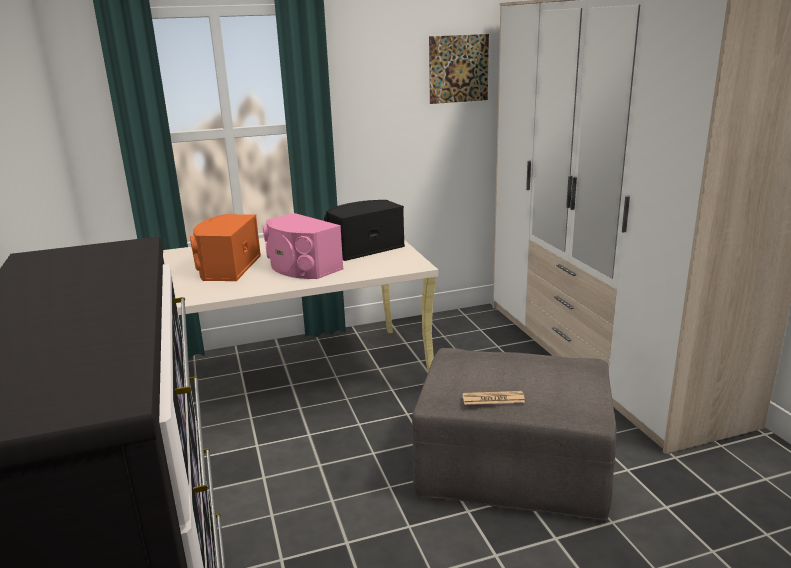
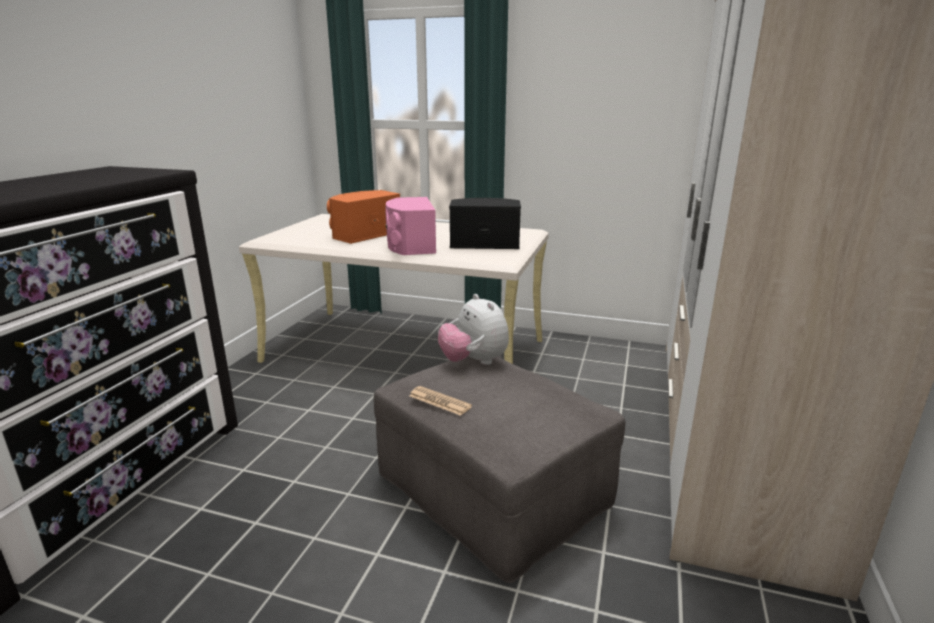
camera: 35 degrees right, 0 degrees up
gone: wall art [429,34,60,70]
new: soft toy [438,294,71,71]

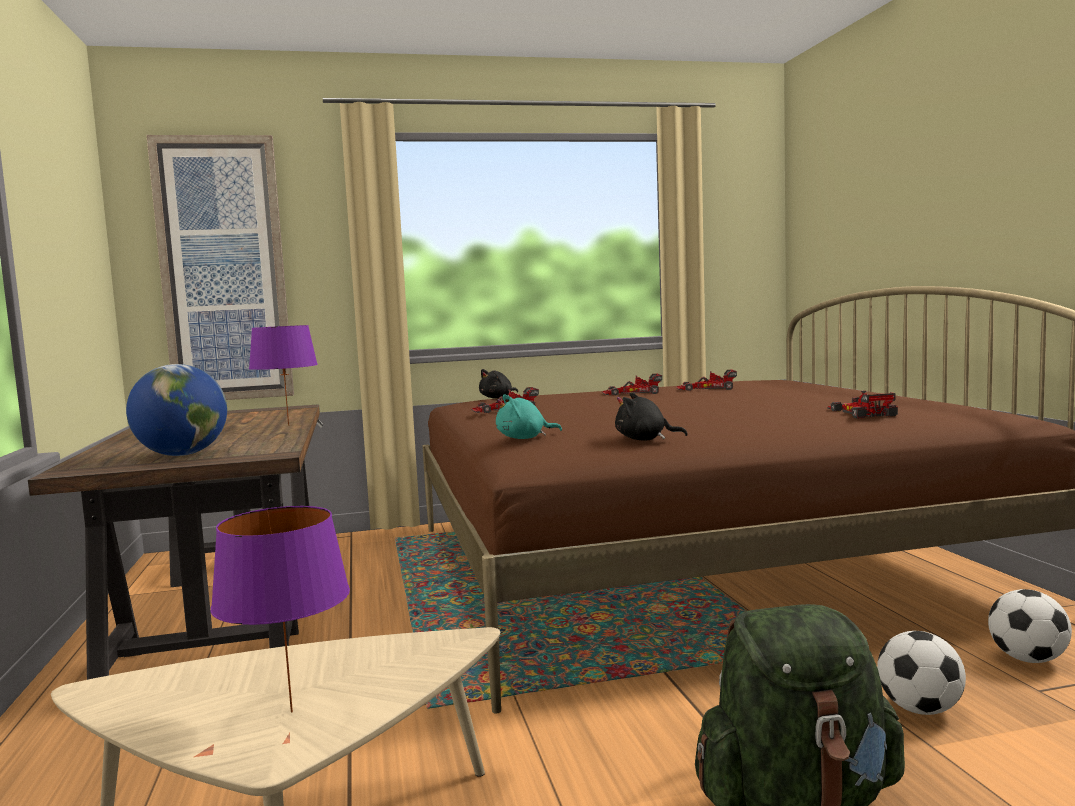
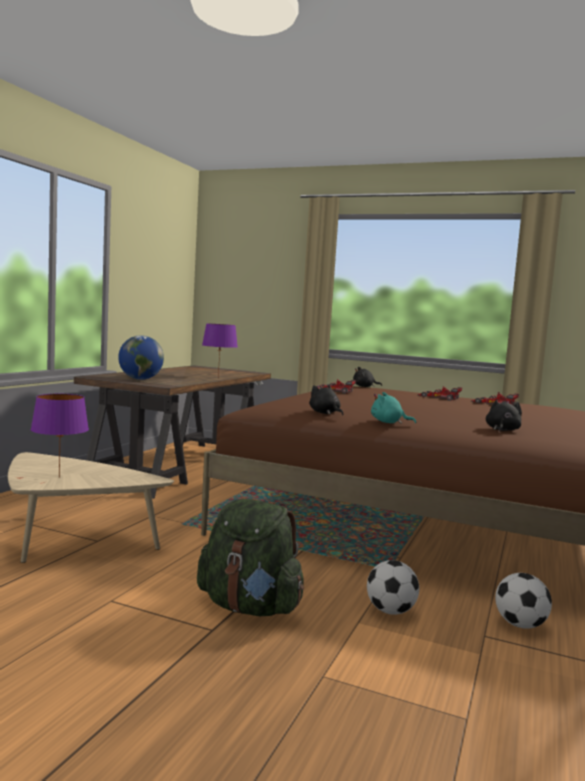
camera: 35 degrees right, 0 degrees up
gone: wall art [146,135,148,265]
shifted: soft toy (turquoise) [496,395,66,44] to [371,392,45,32]
swapped: miniature car [827,391,71,27] to soft toy (black) [486,399,36,32]

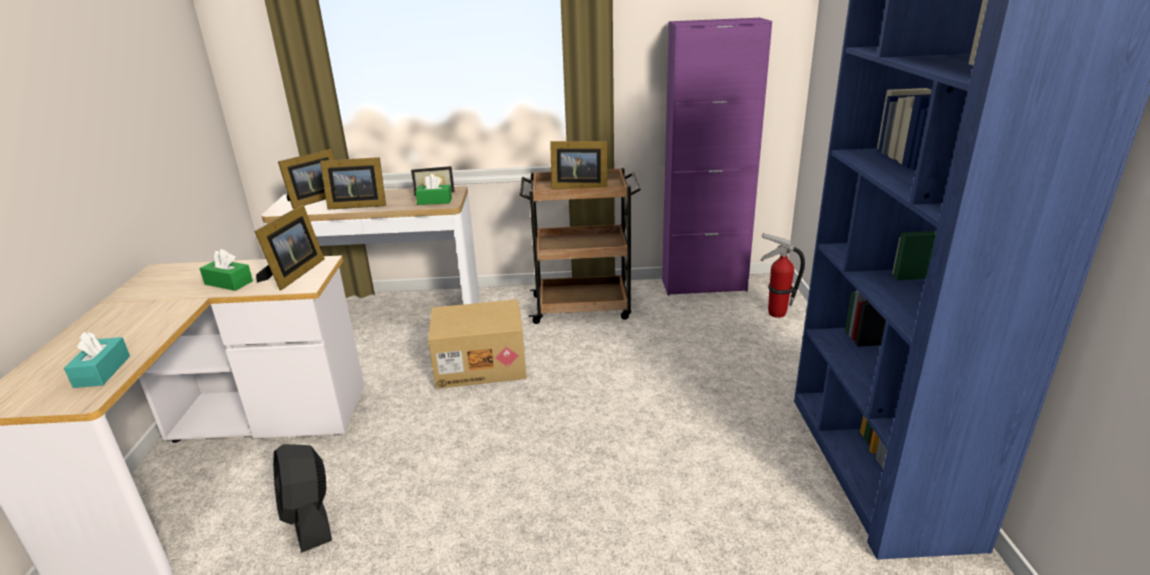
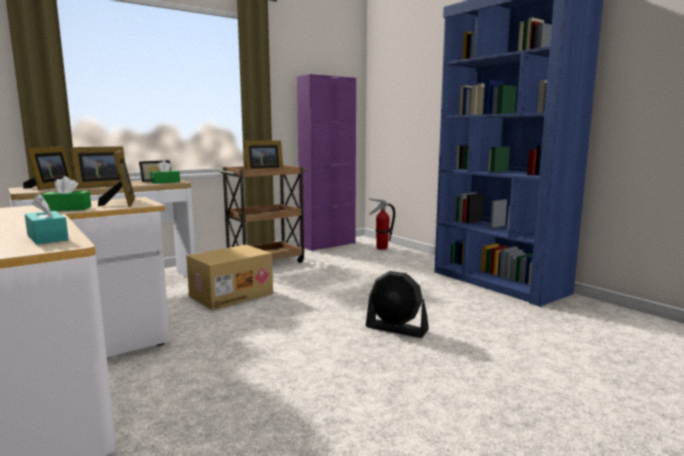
camera: 35 degrees left, 15 degrees down
shifted: cooling fan (black) [273,444,59,109] to [366,271,63,67]

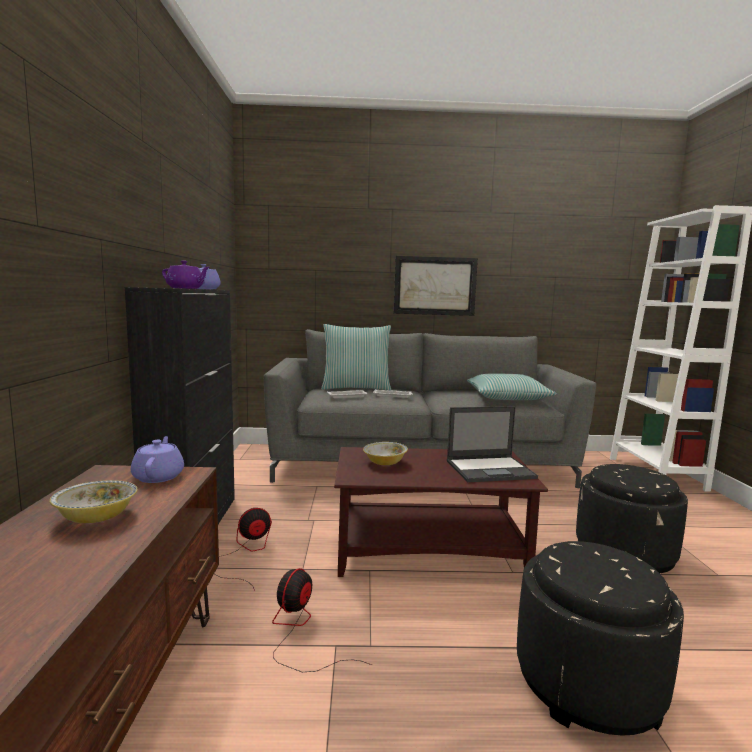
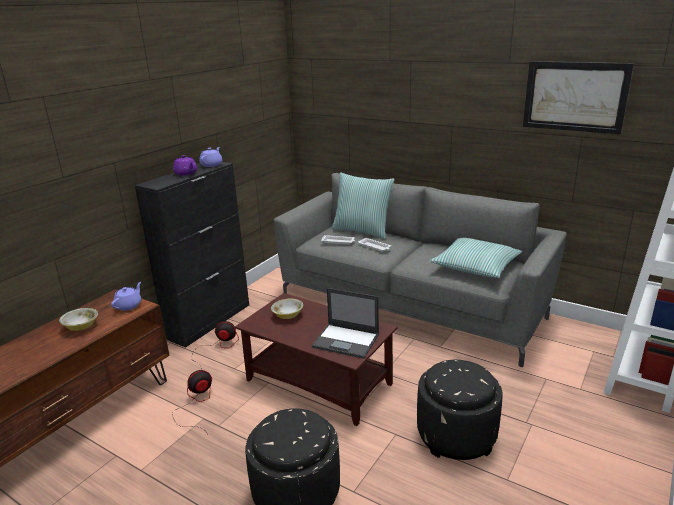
camera: 35 degrees right, 15 degrees up
shifted: wall art [394,256,84,60] to [523,61,111,73]

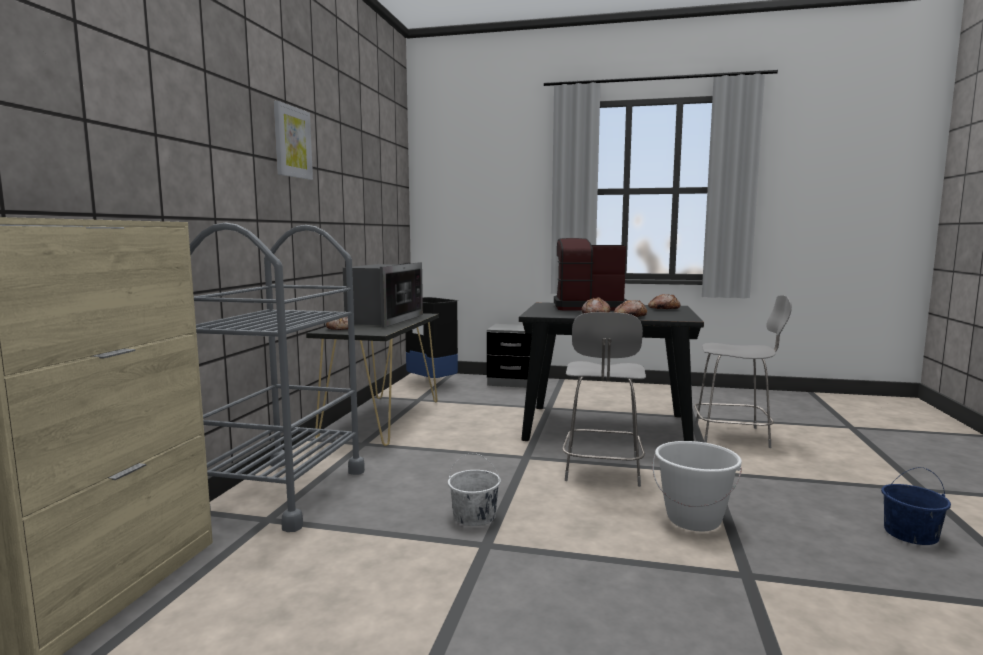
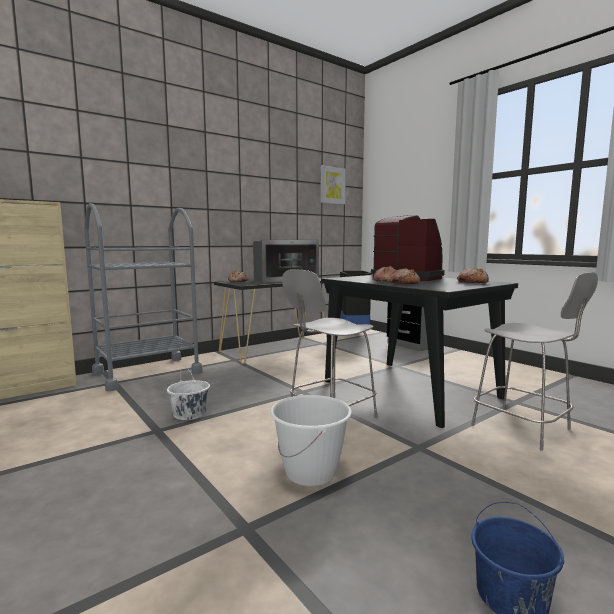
camera: 40 degrees right, 0 degrees up
shifted: wall art [273,101,40,79] to [321,165,25,39]

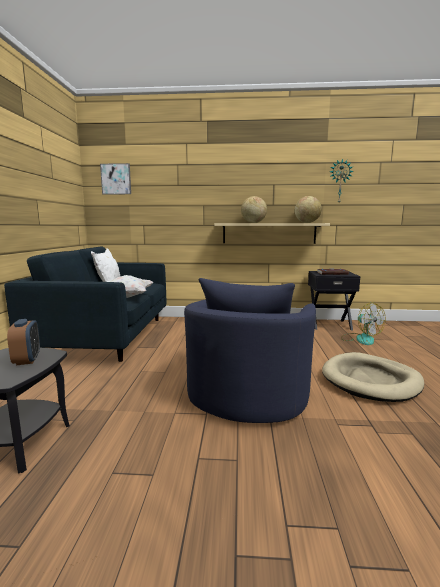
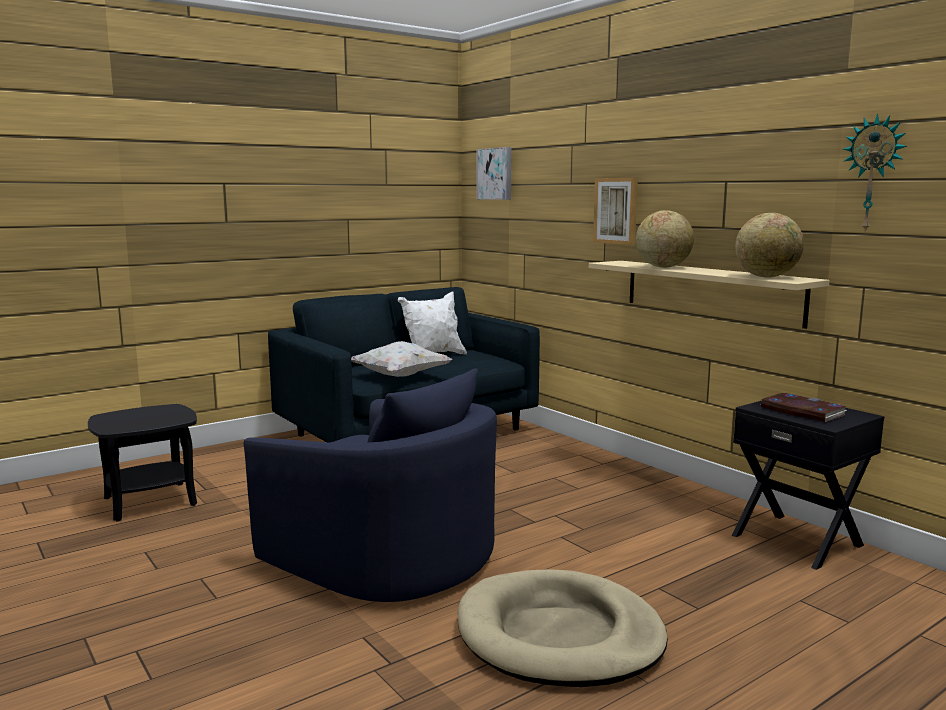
camera: 50 degrees right, 0 degrees up
gone: table clock [7,319,33,46]; cooling fan [341,303,45,42]
new: wall art [593,178,45,67]
rotated: lounge chair (bluish) [184,278,132,145] = [244,369,253,233] 120 degrees counterclockwise

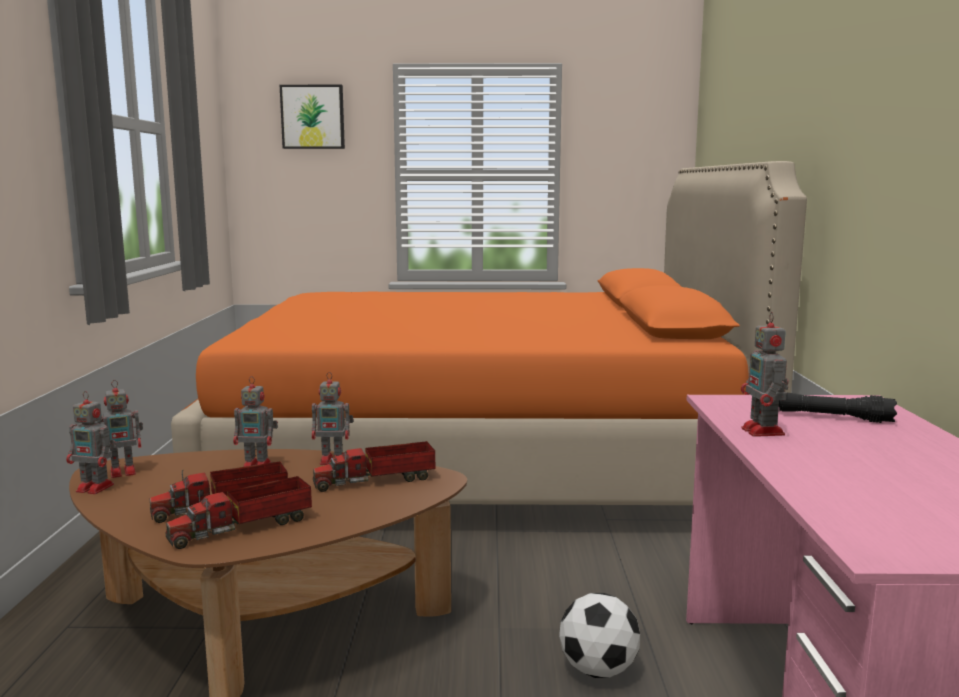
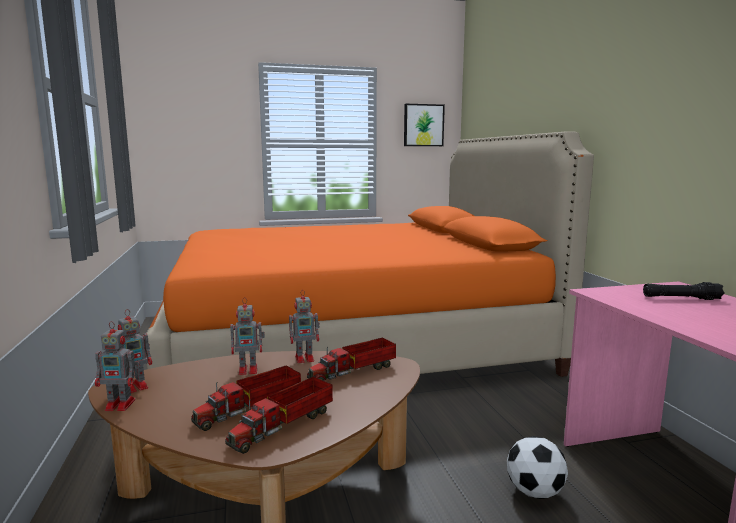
camera: 15 degrees left, 0 degrees up
gone: model robot [741,312,48,125]
shifted: wall art [280,85,65,64] to [404,104,41,42]

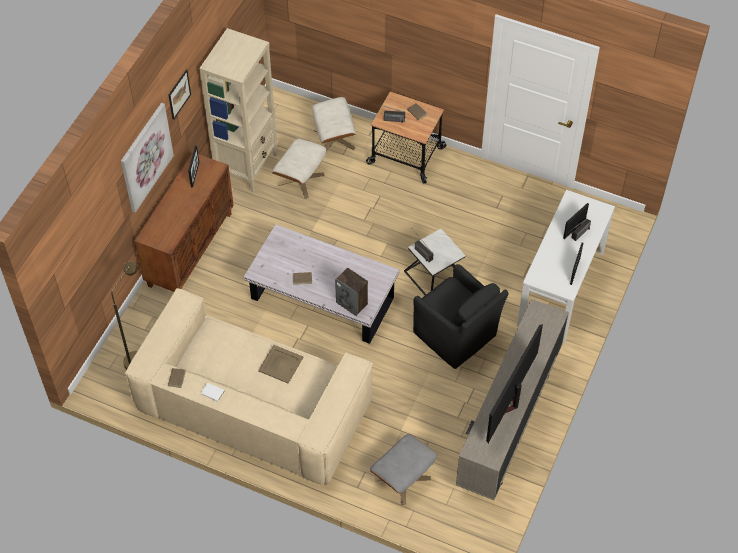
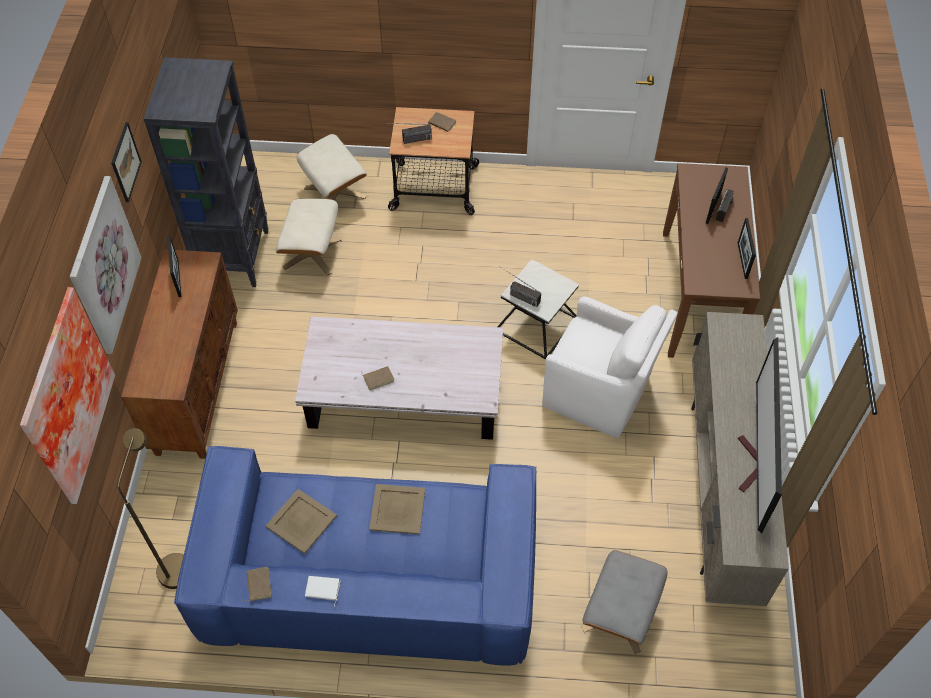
camera: 20 degrees left, 0 degrees up
gone: speaker [335,268,33,48]
new: wall art [20,287,95,217]; serving tray (beige-coloured) [266,489,71,65]
repainted: bookshelf (beige-coloured) [199,28,78,164] to bookshelf (black) [144,57,124,230]; sofa (beige-coloured) [125,288,248,197] to sofa (bluish) [174,446,362,220]; lounge chair (black) [413,264,96,105] to lounge chair (white-coloured) [542,297,136,141]; hall table (white-coloured) [517,190,98,153] to hall table (brown-coloured) [663,163,97,195]

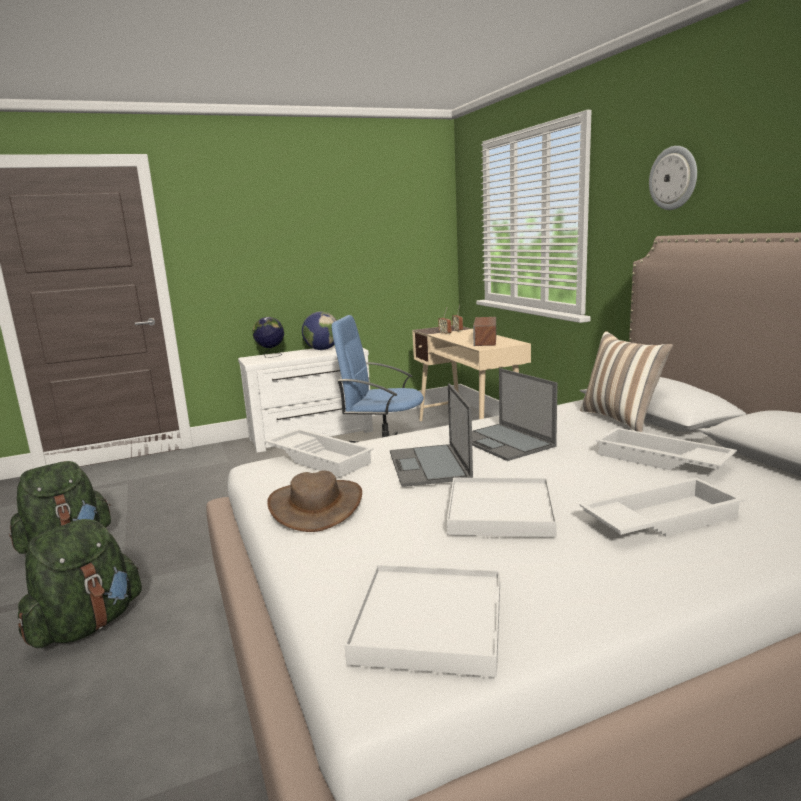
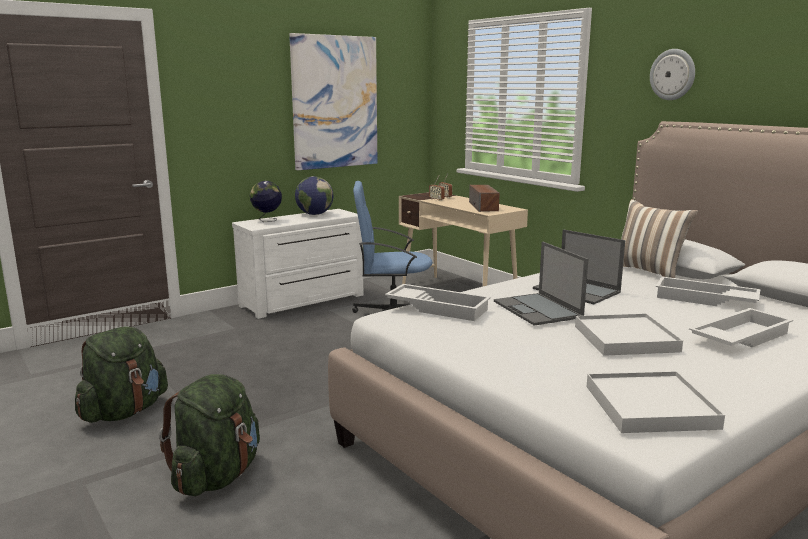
camera: 15 degrees left, 0 degrees up
gone: wearable hat (brown-coloured) [267,471,95,61]
new: wall art [289,33,88,137]

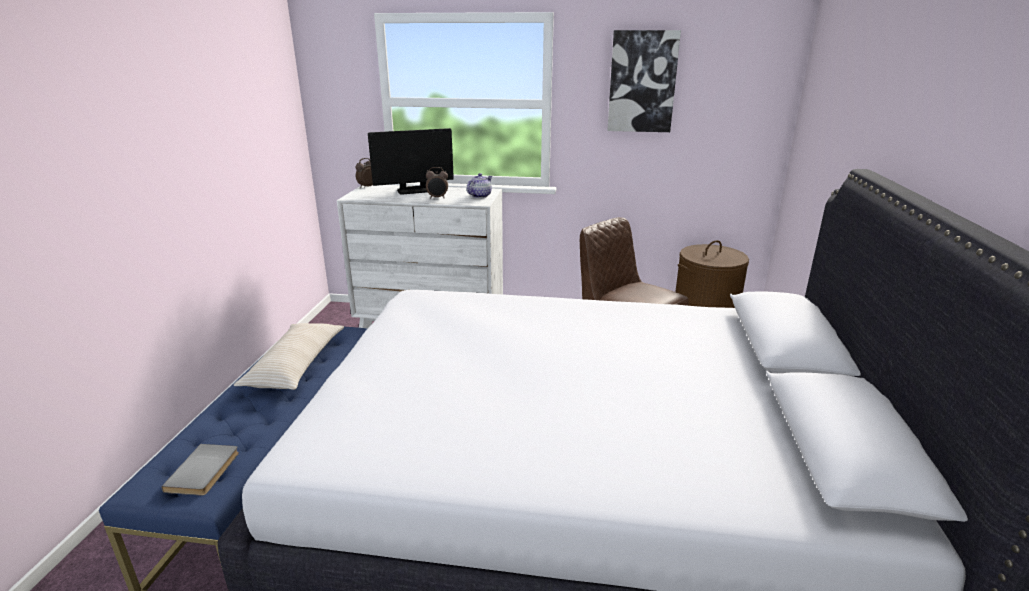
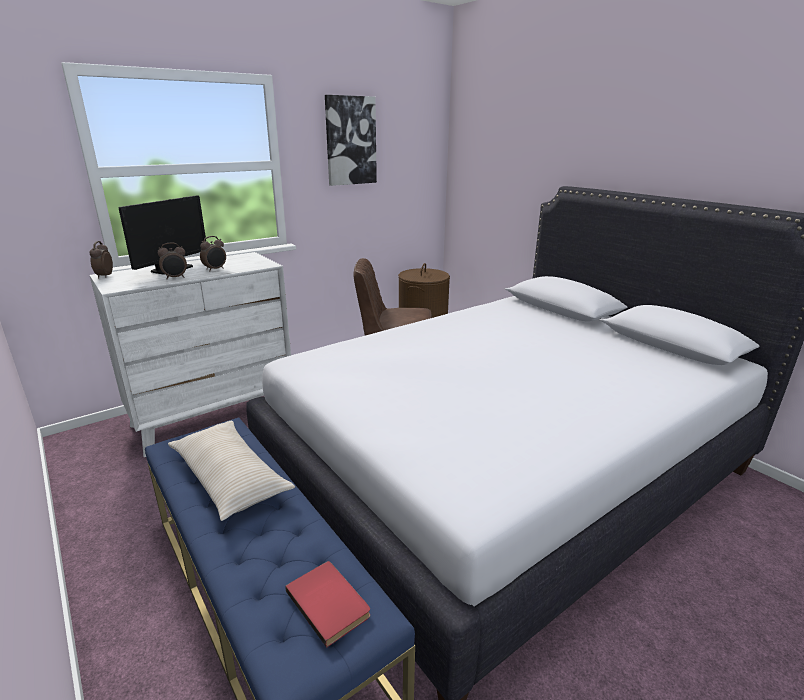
camera: 45 degrees left, 0 degrees up
gone: teapot [467,173,25,25]
new: table clock [158,243,29,36]
repainted: book (greyish) [161,444,78,51] to book (red-coloured) [285,561,85,87]

